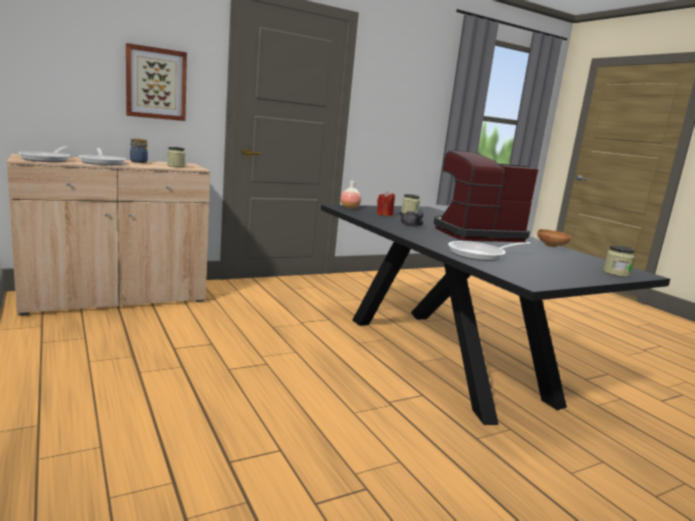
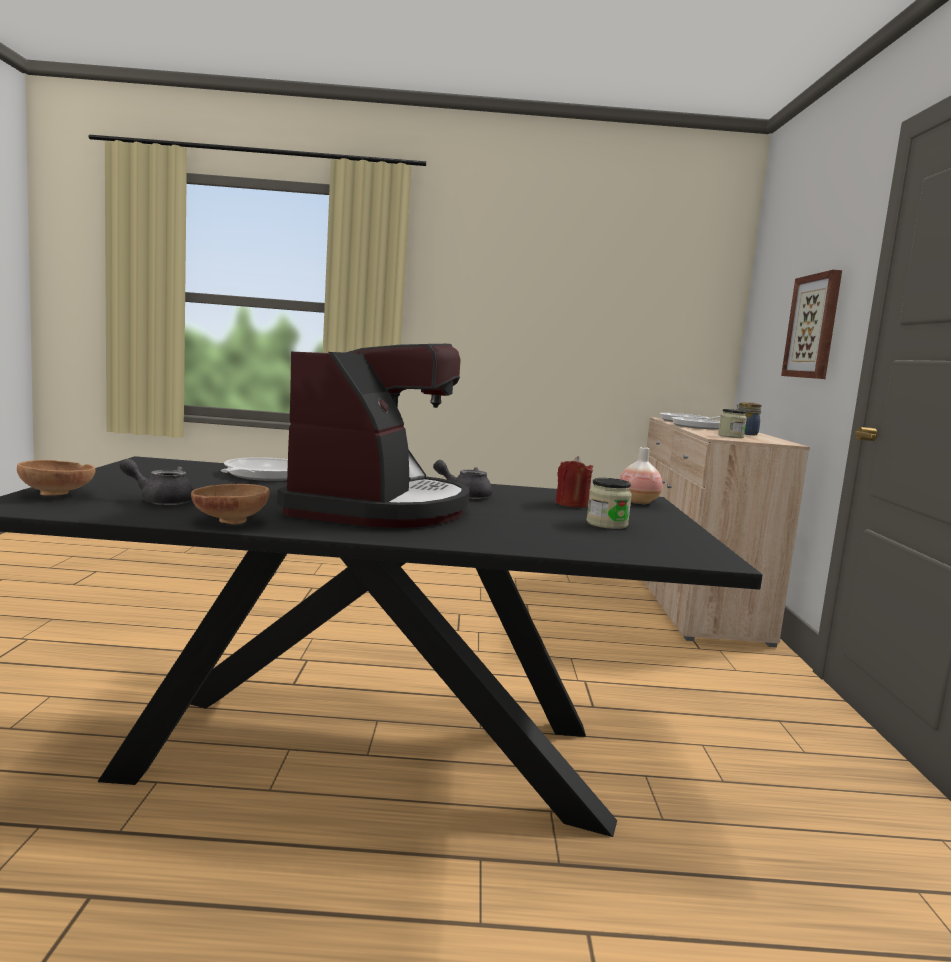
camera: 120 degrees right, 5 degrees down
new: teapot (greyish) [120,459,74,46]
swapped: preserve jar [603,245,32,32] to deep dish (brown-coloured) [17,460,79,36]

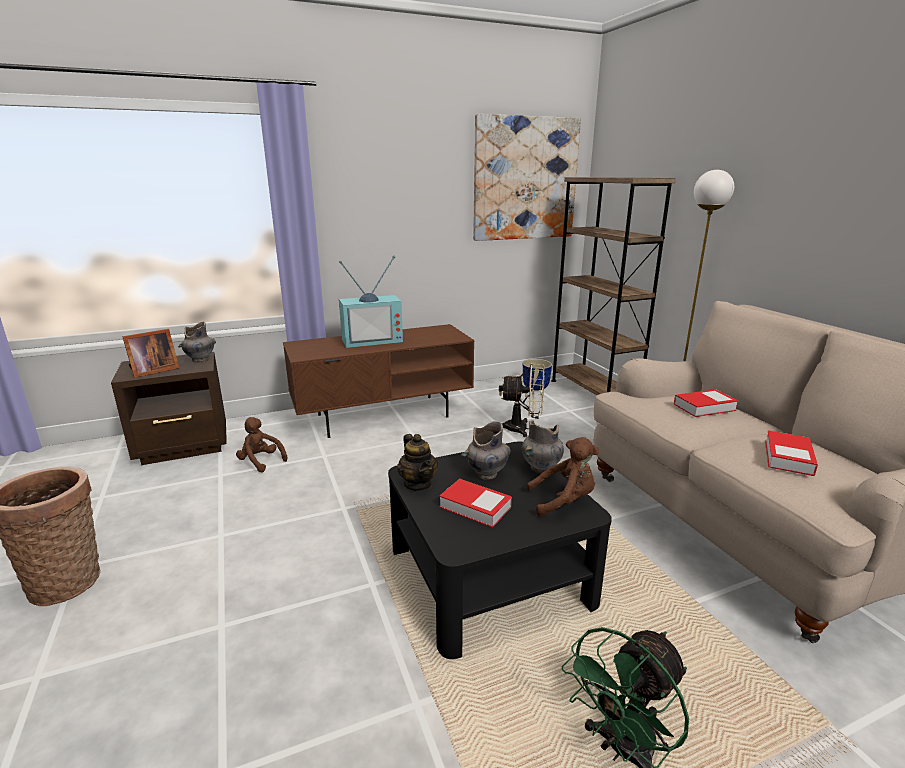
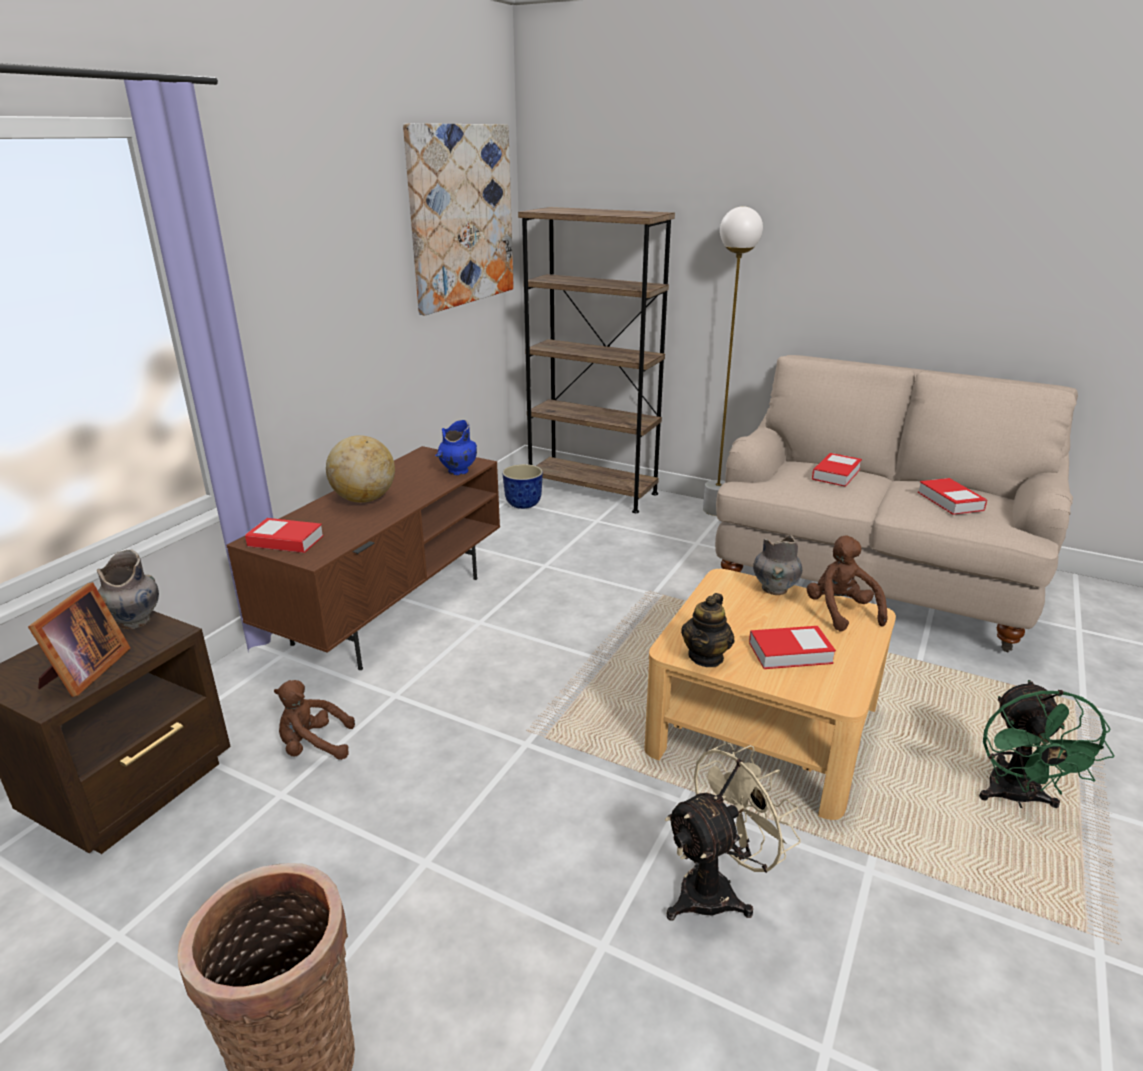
camera: 40 degrees left, 5 degrees up
gone: flower vase (greyish) [461,421,50,59]
new: book [245,518,79,35]; flower vase (bluish) [435,420,42,55]
shifted: cooling fan (beige-coloured) [499,363,46,74] to [665,742,136,178]
swapped: TV set [339,255,64,93] to desk globe [326,435,69,68]
repainted: low table (black) [388,441,224,218] to low table (beige-coloured) [644,569,252,251]
rotated: teapot [397,434,41,57] = [681,593,53,74] 90 degrees clockwise; soft toy (brown-coloured) [527,437,72,80] = [807,536,81,96] 60 degrees counterclockwise

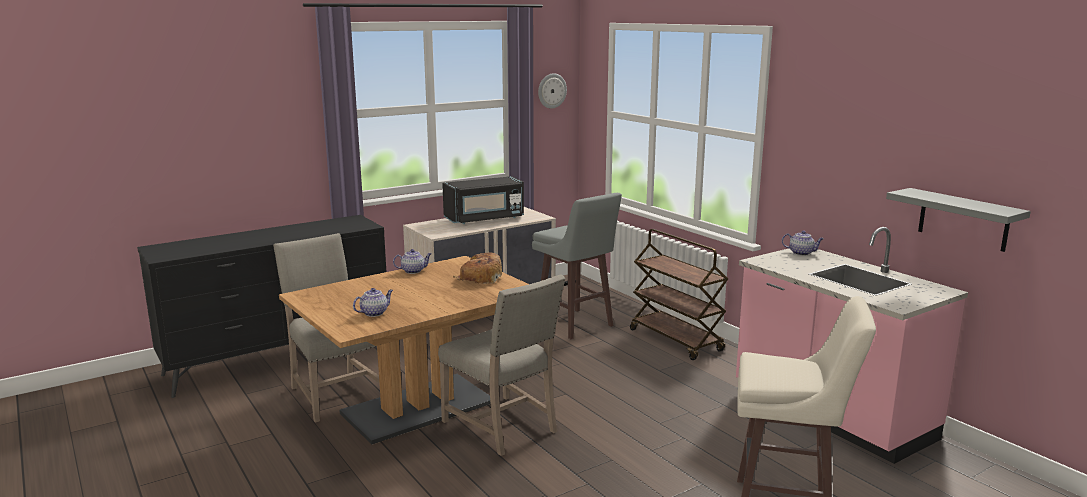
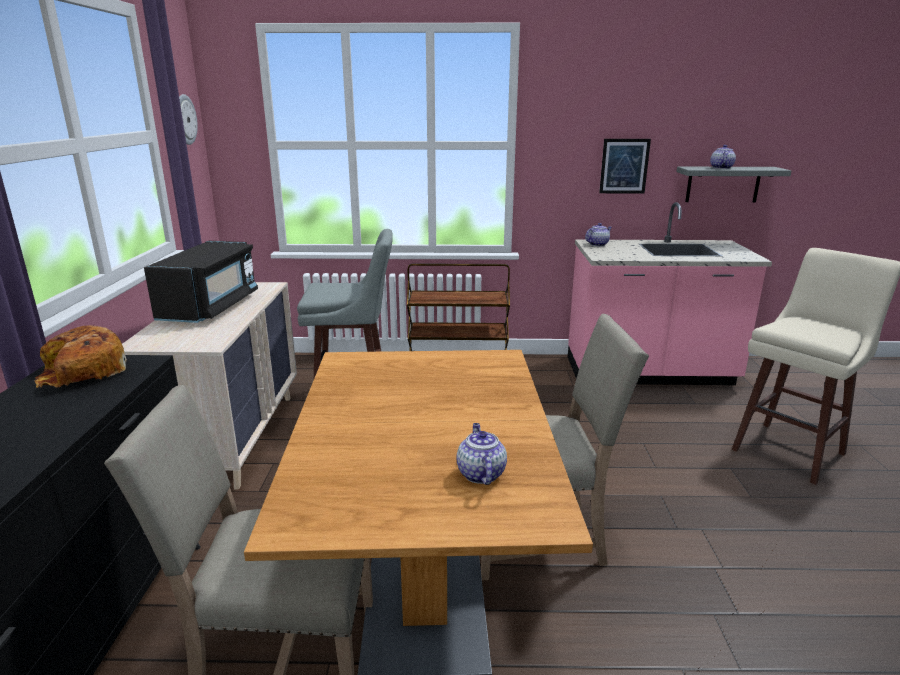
camera: 55 degrees left, 5 degrees up
new: wall art [599,139,52,54]
shifted: bread [453,252,49,32] to [34,325,93,63]; teapot [393,249,39,25] to [710,145,26,24]

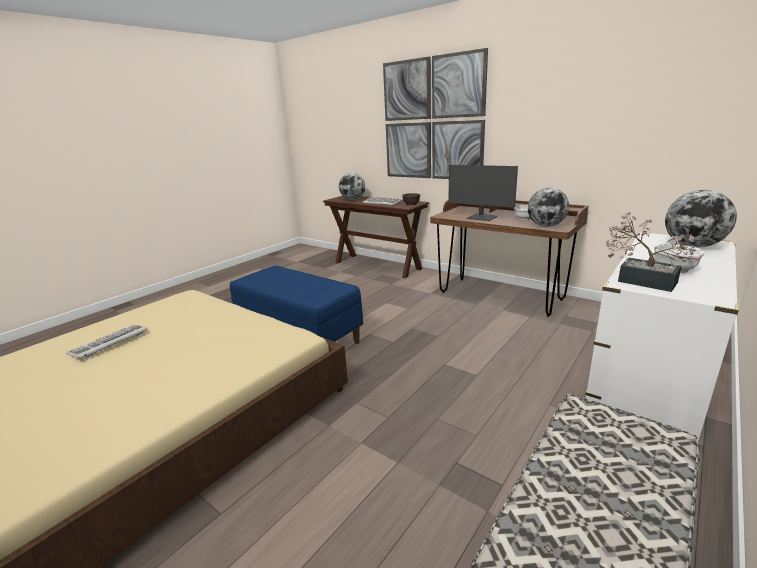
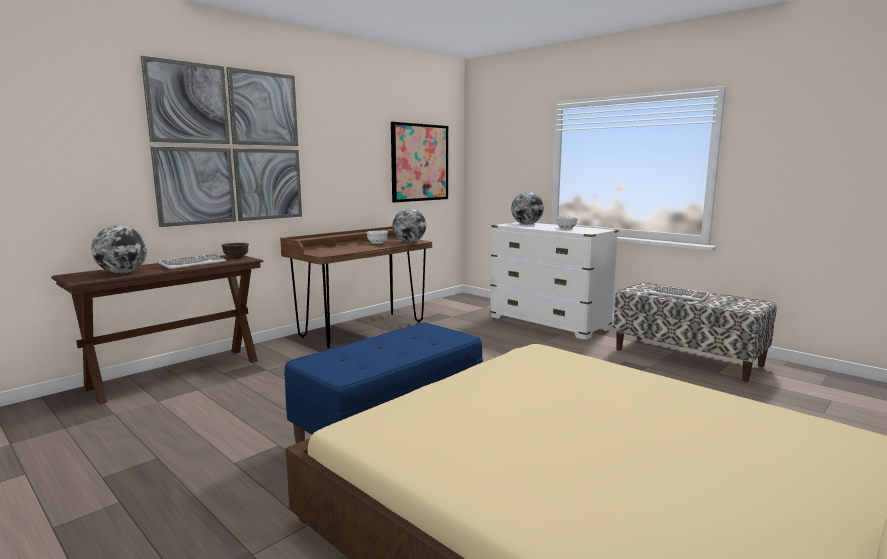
camera: 85 degrees left, 10 degrees down
gone: computer screen [449,165,69,56]; plant in a pot [606,212,95,80]
new: wall art [391,122,57,80]
shifted: computer keyboard [66,325,81,35] to [647,285,63,17]

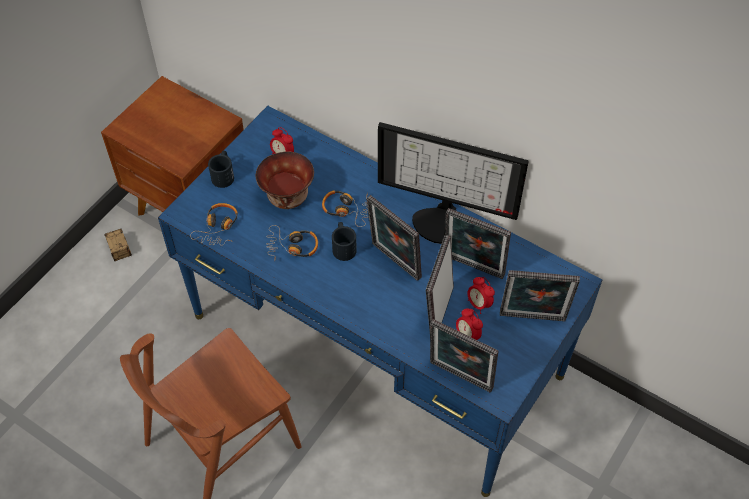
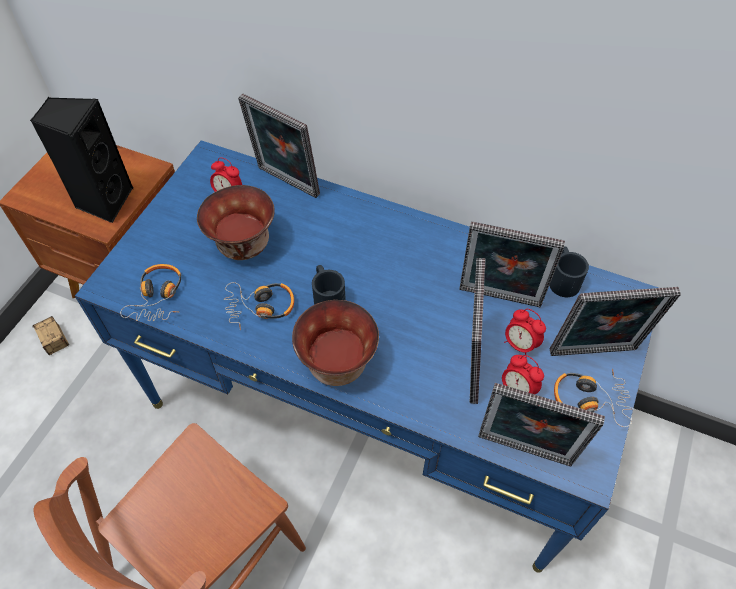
camera: 10 degrees left, 0 degrees up
gone: computer screen [378,122,151,122]
new: speaker (black) [30,97,103,126]; deep dish [292,300,87,86]
shifted: photo frame [366,195,56,86] to [238,93,82,105]; tea mug (black) [208,151,26,37] to [549,246,40,51]; headset [322,190,47,37] to [554,369,79,58]

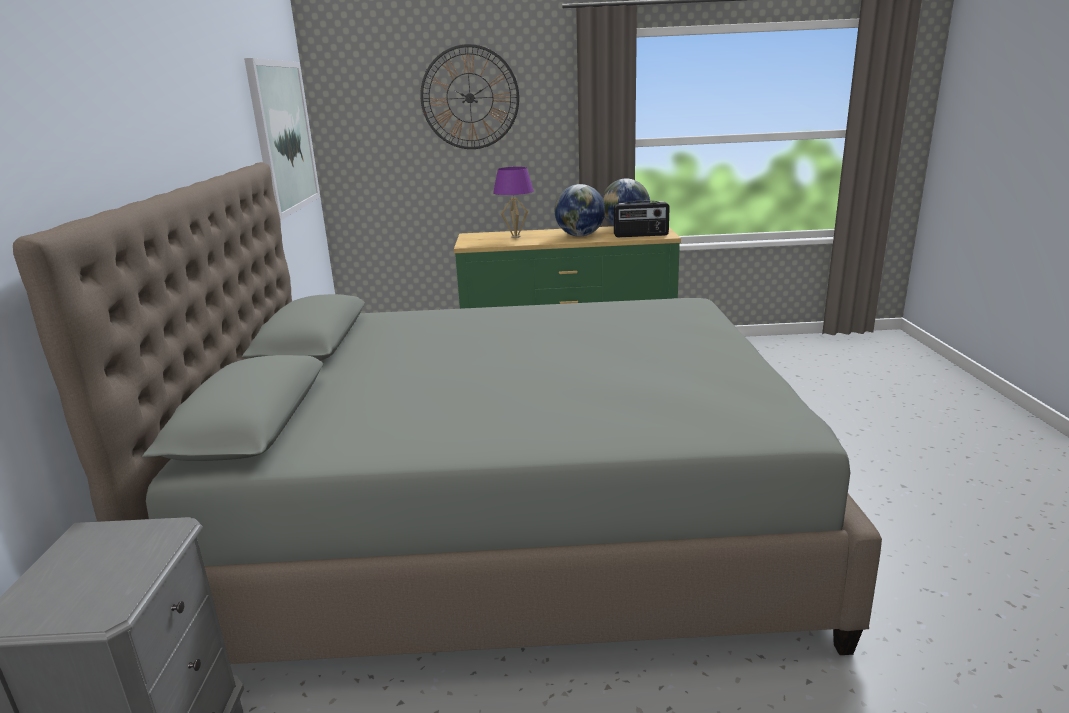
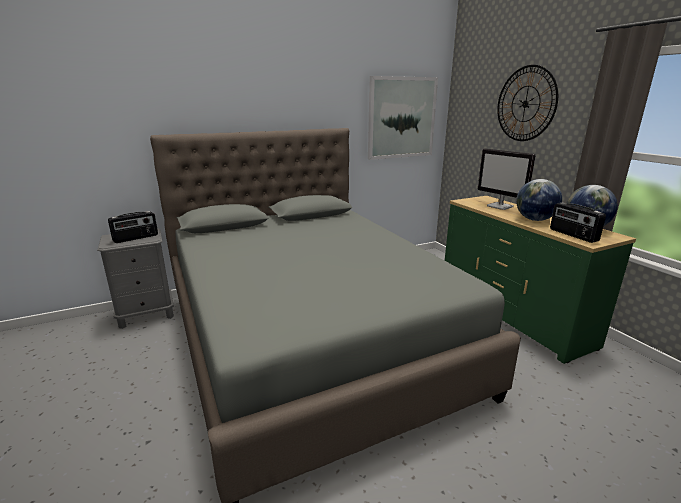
camera: 65 degrees right, 0 degrees up
new: radio [108,211,50,32]
swapped: table lamp (purple) [493,167,41,71] to computer screen [478,149,58,61]

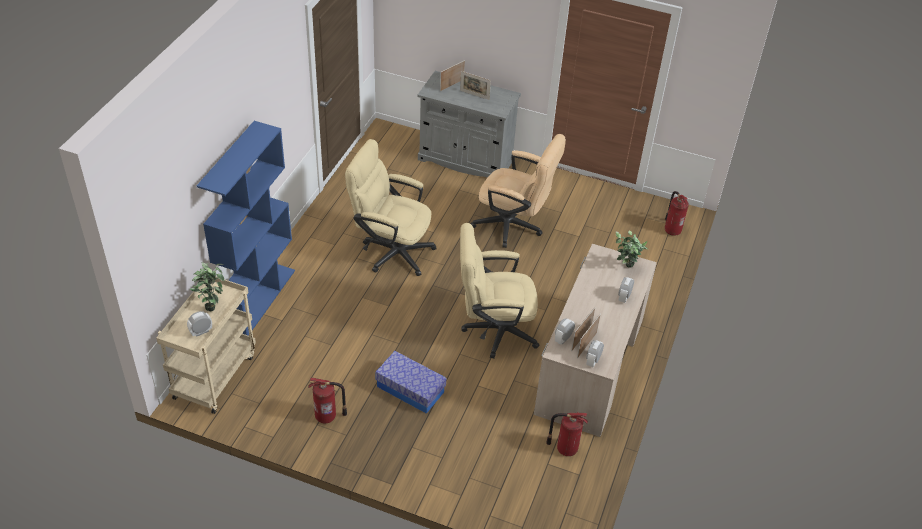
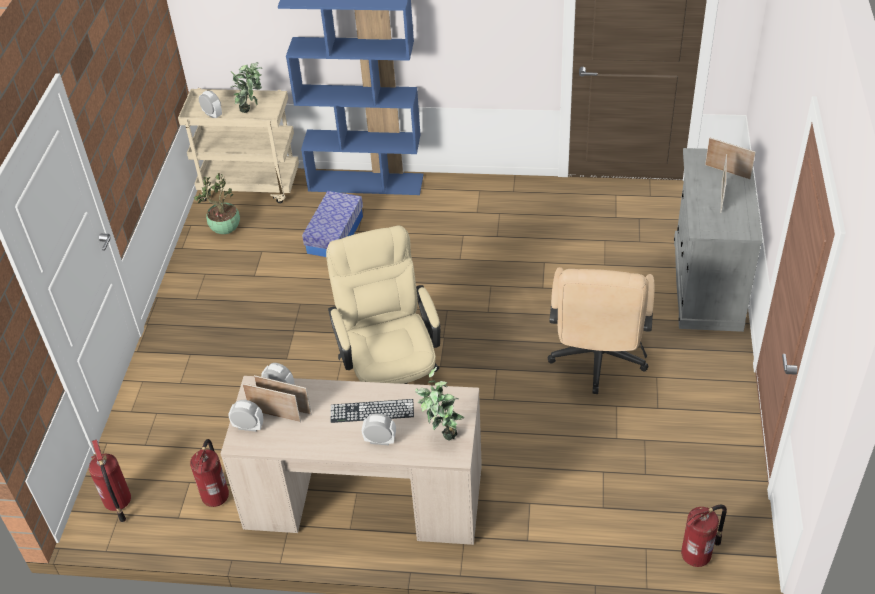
camera: 80 degrees right, 0 degrees up
gone: computer chair (beige-coloured) [345,139,92,137]
new: plant in a pot [194,173,46,61]; computer keyboard [331,399,83,24]
shifted: extinguisher [308,378,39,45] to [89,439,42,83]; storage box [375,351,71,63] to [302,191,61,66]

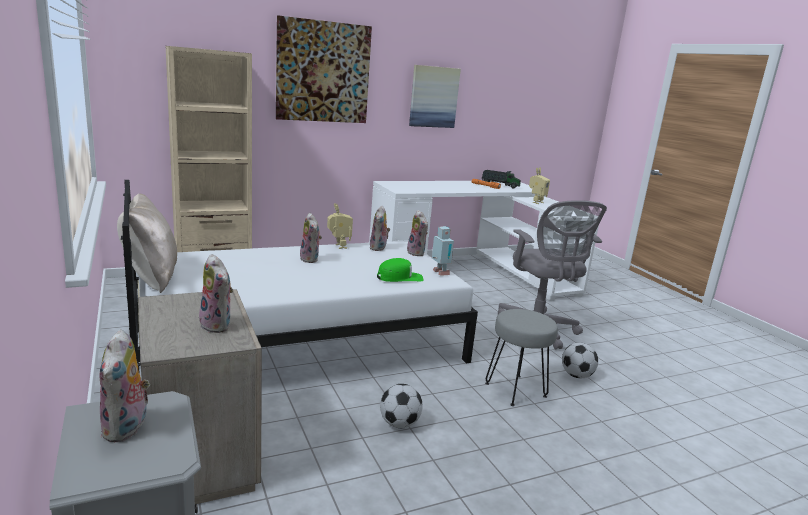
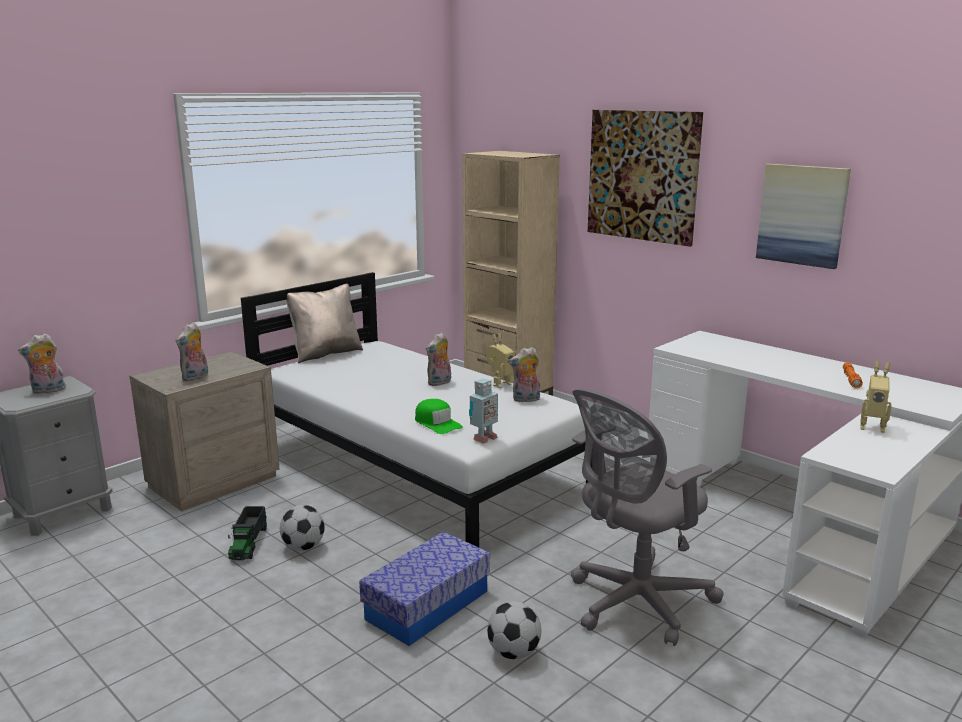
camera: 70 degrees right, 0 degrees up
gone: soft toy [407,210,21,46]
shifted: model truck [482,170,39,19] to [228,506,39,54]
swapped: stool (greyish) [485,309,73,97] to storage box [359,532,131,114]

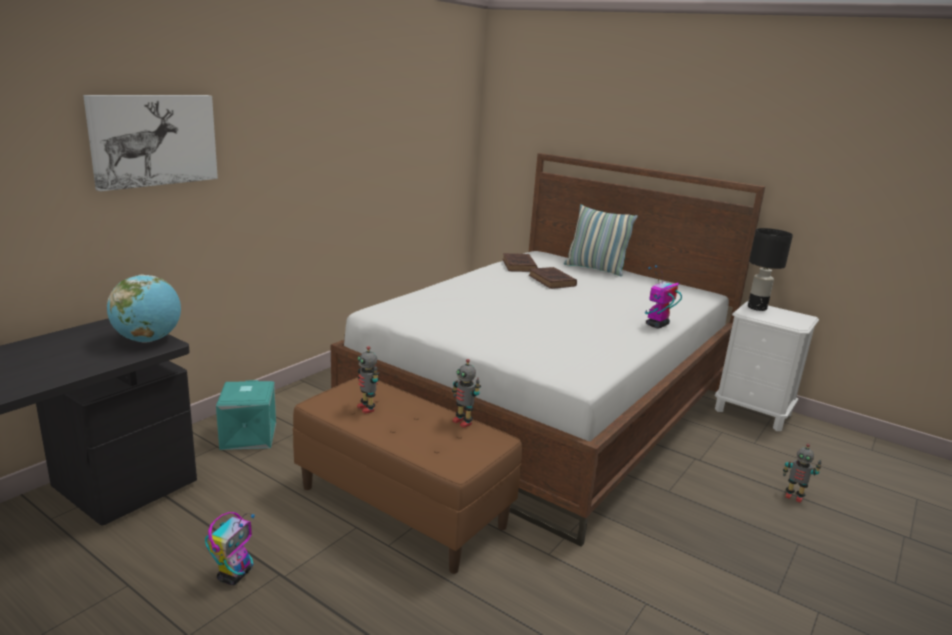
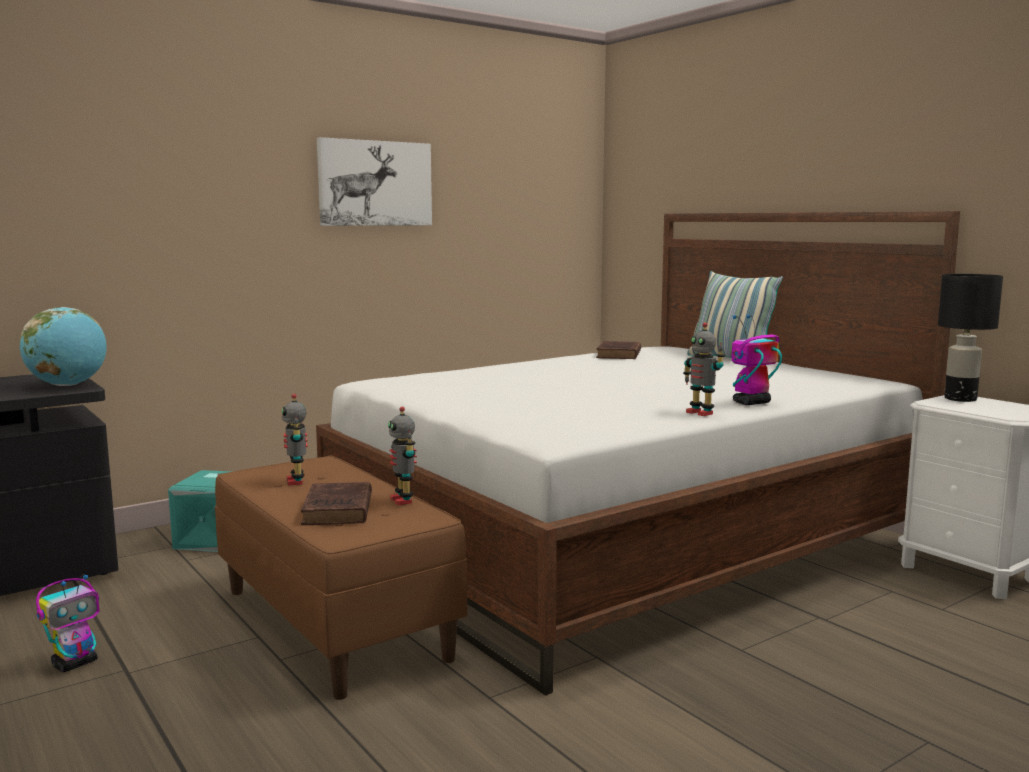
camera: 20 degrees right, 10 degrees down
shifted: book (brown-coloured) [529,267,48,22] to [301,482,71,43]; wall art [83,95,135,96] to [317,137,115,89]; model robot [783,444,38,59] to [683,322,42,94]

